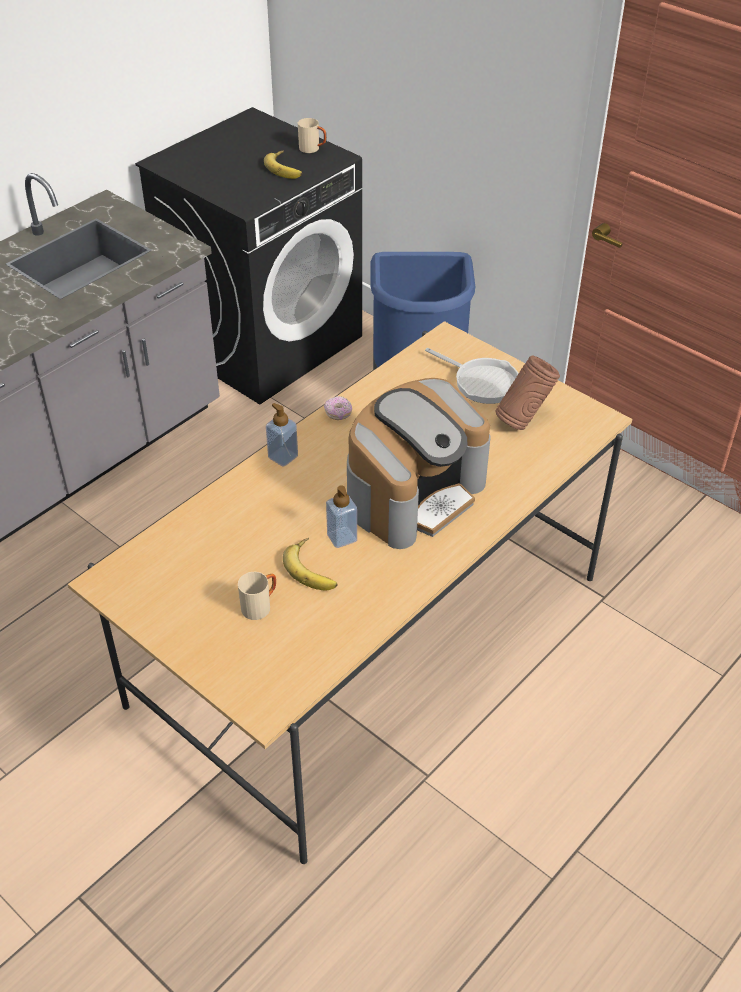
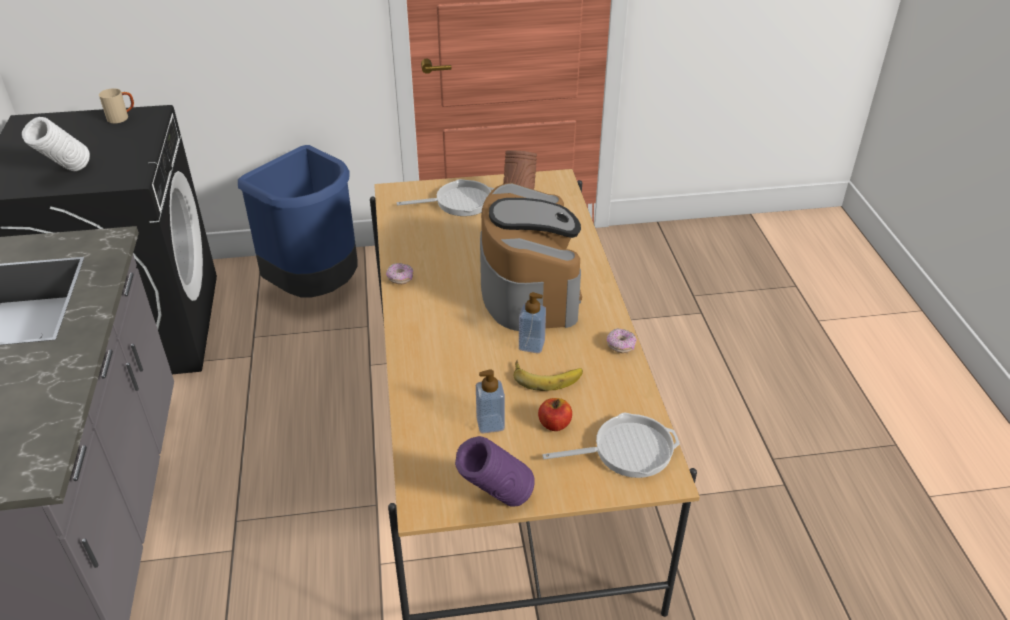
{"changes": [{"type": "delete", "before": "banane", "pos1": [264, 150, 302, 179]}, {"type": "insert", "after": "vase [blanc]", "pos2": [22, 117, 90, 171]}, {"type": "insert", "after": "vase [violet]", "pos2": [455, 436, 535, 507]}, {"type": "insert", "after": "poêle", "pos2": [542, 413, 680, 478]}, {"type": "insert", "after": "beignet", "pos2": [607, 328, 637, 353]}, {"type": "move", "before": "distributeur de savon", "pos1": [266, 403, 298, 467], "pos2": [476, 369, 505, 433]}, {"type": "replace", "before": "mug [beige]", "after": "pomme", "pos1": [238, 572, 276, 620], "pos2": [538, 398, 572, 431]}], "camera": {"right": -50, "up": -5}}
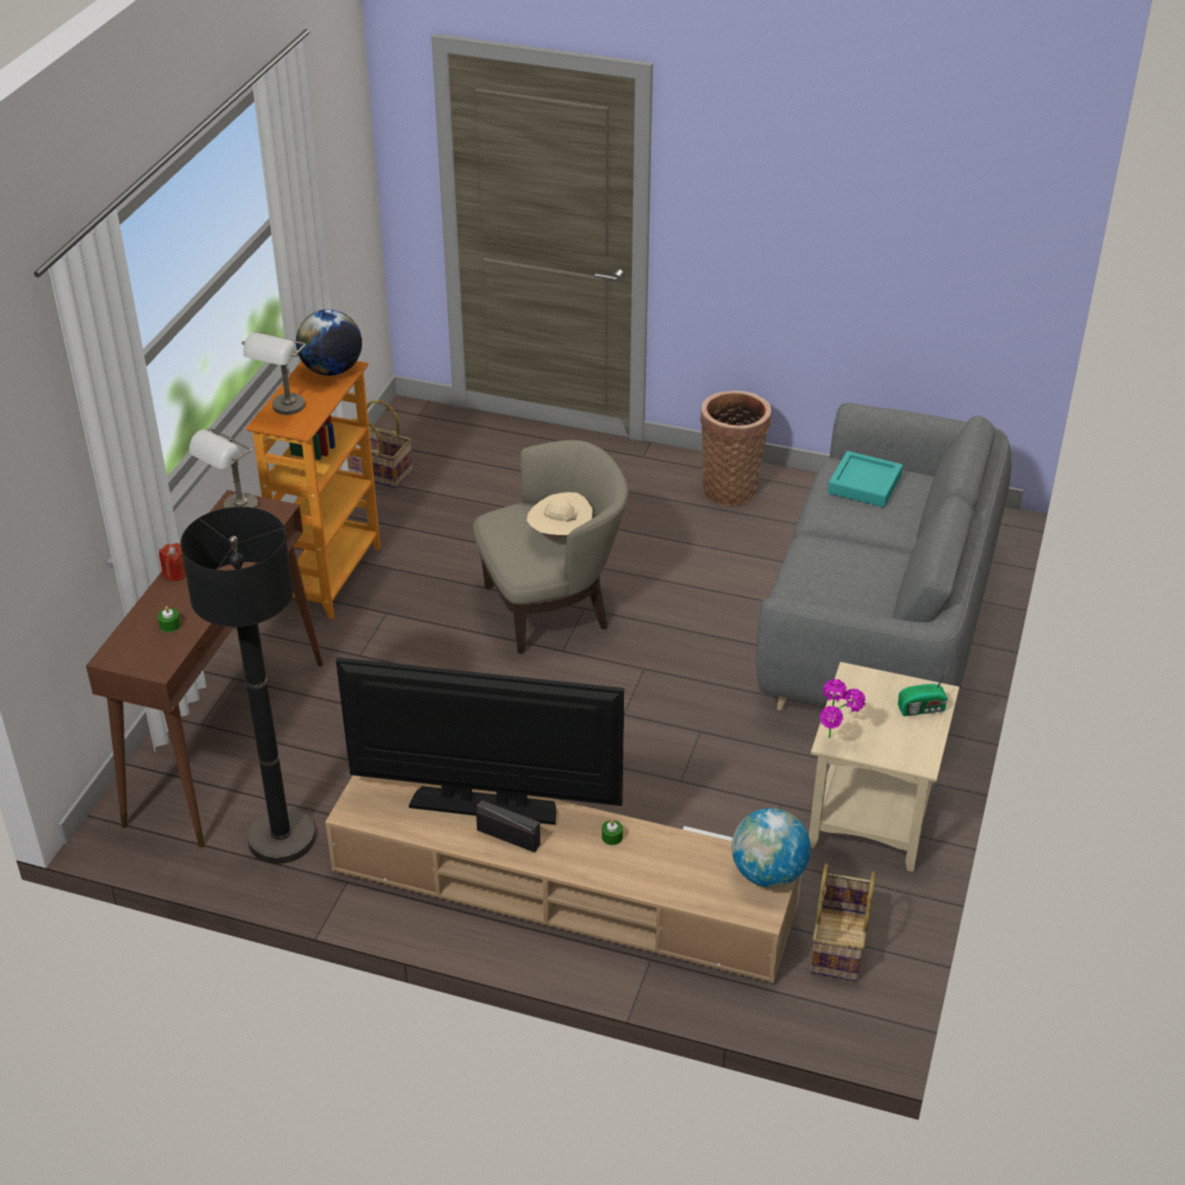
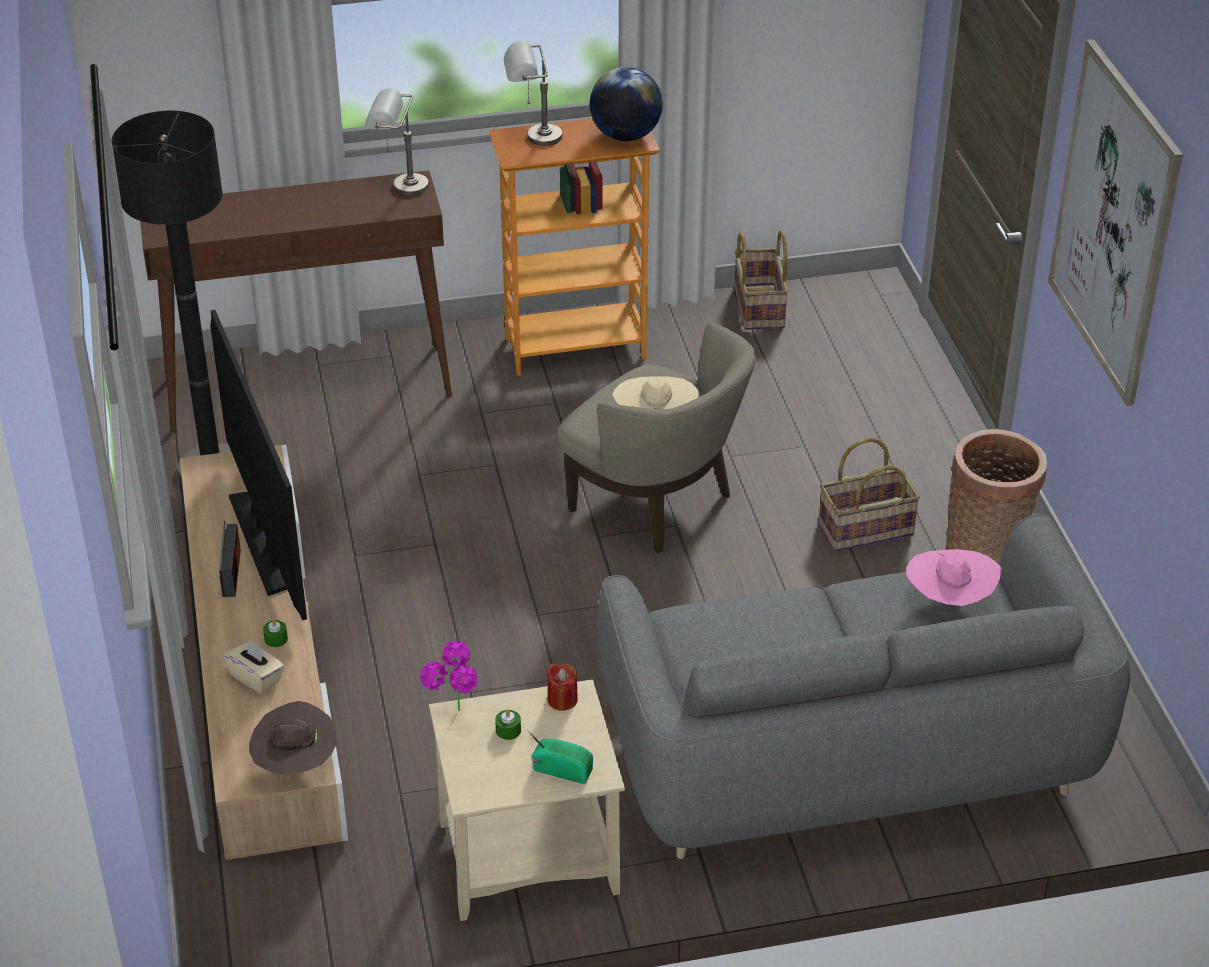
{"changes": [{"type": "insert", "after": "boîte à mouchoirs [beige]", "pos2": [223, 640, 284, 694]}, {"type": "insert", "after": "tableau", "pos2": [1048, 39, 1183, 406]}, {"type": "move", "before": "bougie [vert]", "pos1": [157, 606, 181, 632], "pos2": [495, 709, 521, 740]}, {"type": "move", "before": "bougie [rouge]", "pos1": [159, 543, 186, 581], "pos2": [547, 664, 578, 711]}, {"type": "move", "before": "panier", "pos1": [810, 863, 876, 981], "pos2": [819, 438, 920, 551]}, {"type": "replace", "before": "globe", "after": "chapeau [marron]", "pos1": [732, 808, 811, 888], "pos2": [249, 701, 337, 775]}, {"type": "replace", "before": "plateau [turquoise]", "after": "chapeau [rose]", "pos1": [828, 451, 903, 507], "pos2": [906, 549, 1002, 606]}, {"type": "rotate", "before": "radio", "pos1": [898, 666, 949, 716], "pos2": [527, 730, 593, 784], "turn": 150}], "camera": {"right": 60, "up": 0}}
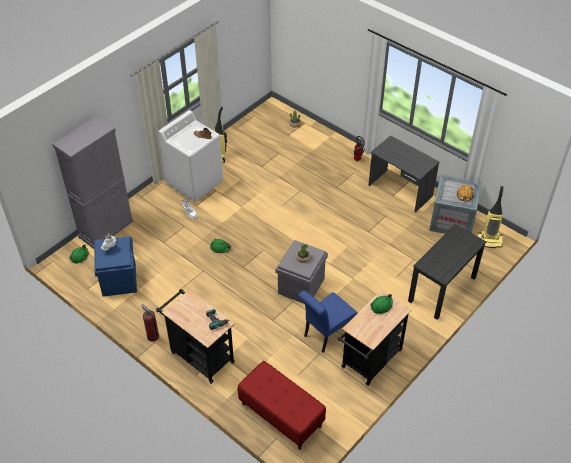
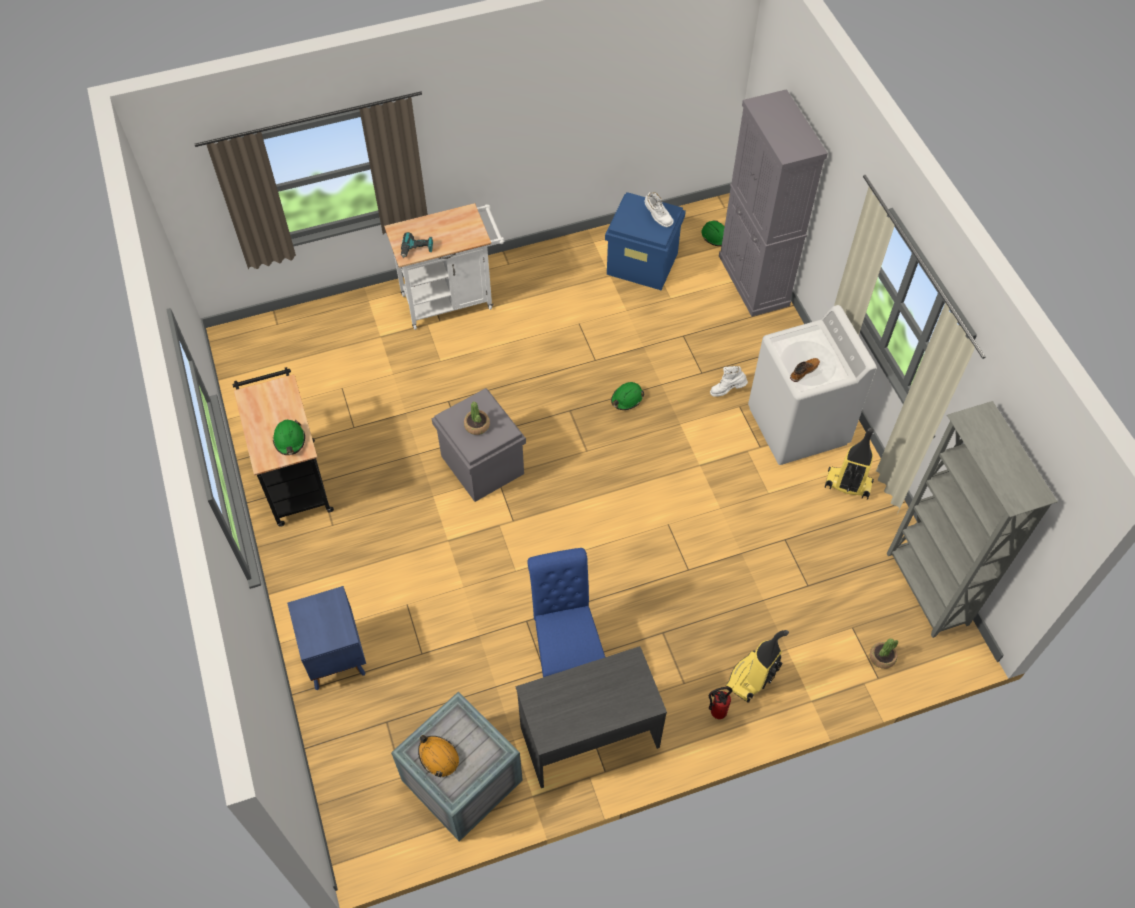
{"changes": [{"type": "delete", "before": "extincteur", "pos1": [141, 304, 159, 342]}, {"type": "delete", "before": "banc [rouge]", "pos1": [238, 361, 326, 450]}, {"type": "insert", "after": "bibliothèque [gris]", "pos2": [887, 401, 1058, 638]}, {"type": "move", "before": "chaise [bleu]", "pos1": [298, 291, 357, 353], "pos2": [528, 548, 605, 677]}, {"type": "move", "before": "aspirateur", "pos1": [477, 186, 504, 248], "pos2": [726, 630, 789, 703]}, {"type": "replace", "before": "bureau [noir]", "after": "table de chevet [bleu]", "pos1": [408, 224, 486, 320], "pos2": [287, 586, 366, 691]}, {"type": "recolor", "before": "chariot [noir]", "after": "chariot [blanc]", "pos1": [156, 289, 235, 384], "pos2": [384, 203, 505, 330]}], "camera": {"right": 120, "up": 10}}
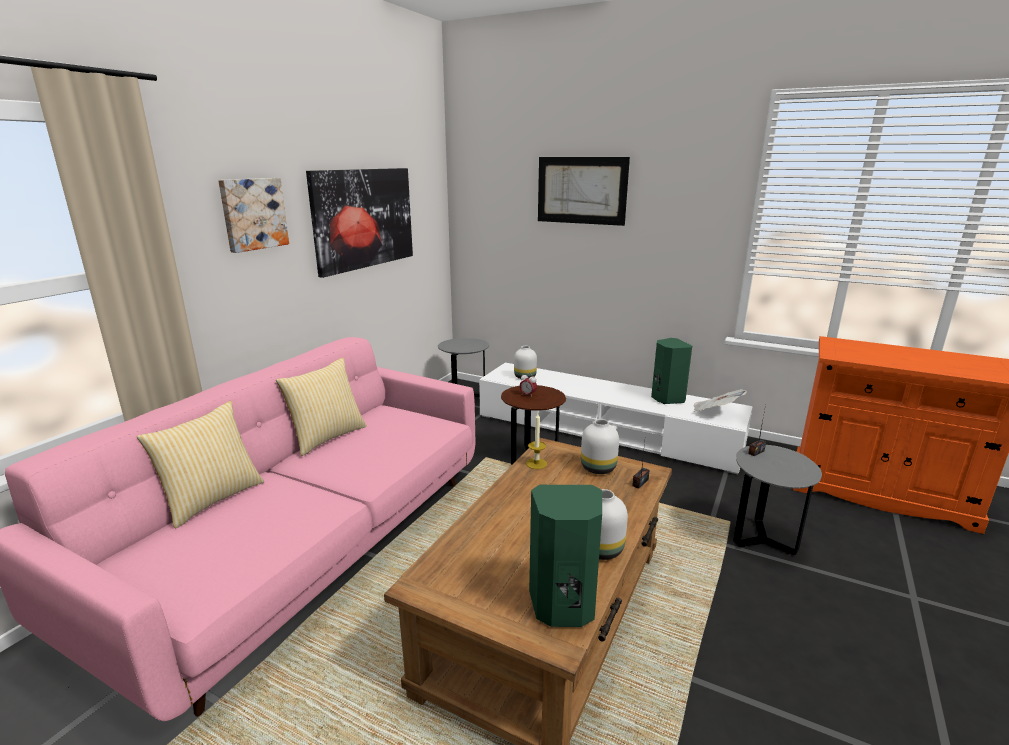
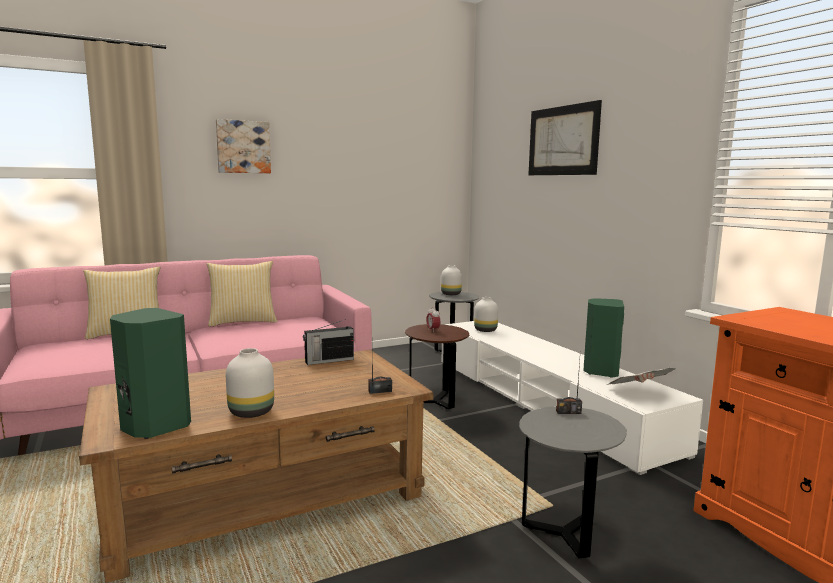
{"changes": [{"type": "delete", "before": "tableau", "pos1": [306, 168, 413, 278]}, {"type": "move", "before": "vase [blanc]", "pos1": [581, 419, 619, 474], "pos2": [441, 265, 462, 295]}, {"type": "replace", "before": "bougie", "after": "radio", "pos1": [526, 413, 547, 469], "pos2": [303, 319, 354, 365]}], "camera": {"right": 35, "up": -10}}
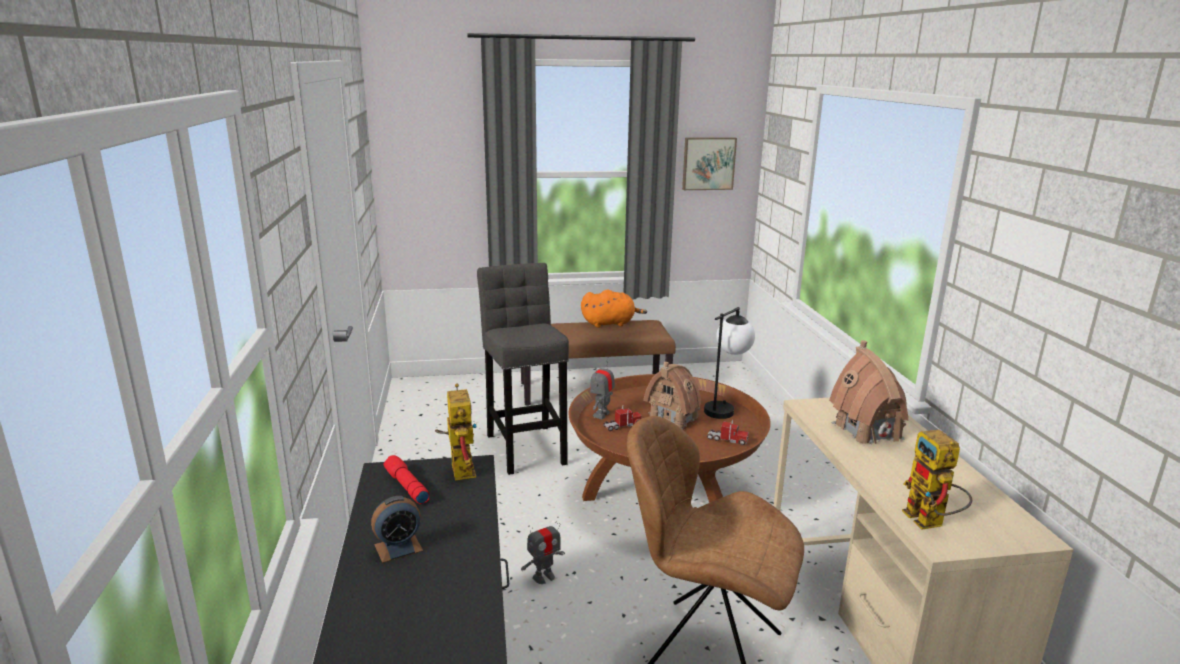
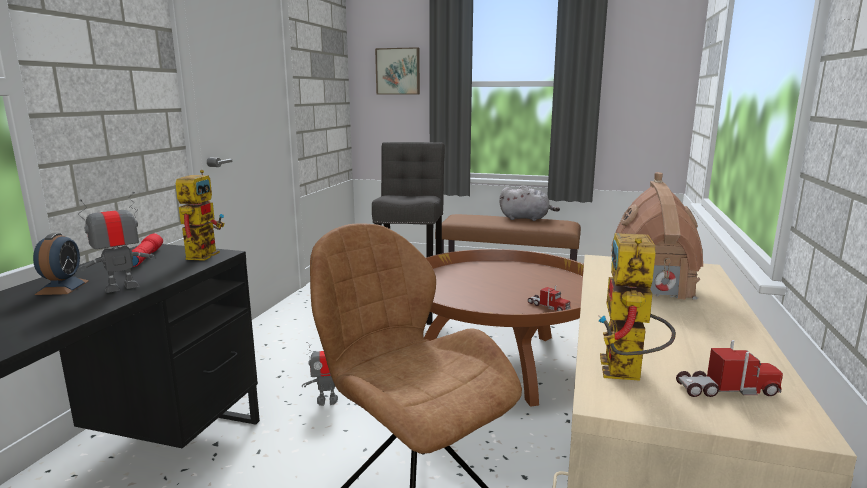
{"changes": [{"type": "delete", "before": "maison miniature", "pos1": [643, 362, 701, 431]}, {"type": "delete", "before": "lampe de table", "pos1": [704, 307, 755, 419]}, {"type": "move", "before": "robot jouet", "pos1": [590, 357, 615, 419], "pos2": [77, 192, 156, 293]}, {"type": "move", "before": "camion jouet", "pos1": [603, 405, 642, 431], "pos2": [676, 340, 783, 397]}, {"type": "move", "before": "tableau", "pos1": [682, 137, 737, 190], "pos2": [375, 47, 420, 94]}, {"type": "recolor", "before": "peluche [orange]", "after": "peluche [gris]", "pos1": [581, 290, 647, 328], "pos2": [499, 185, 560, 221]}, {"type": "rotate", "before": "réveil", "pos1": [371, 496, 423, 563], "pos2": [33, 233, 89, 295], "turn": -90}], "camera": {"right": 25, "up": -5}}
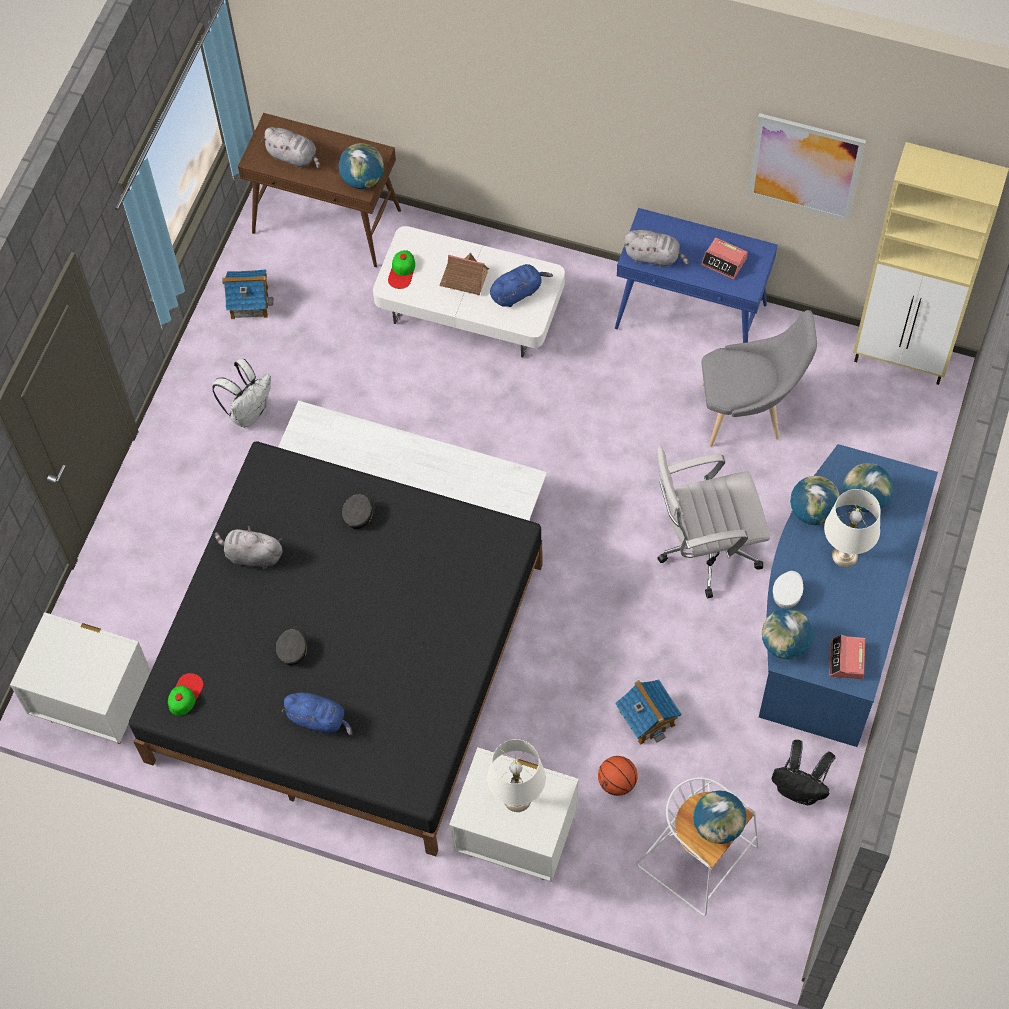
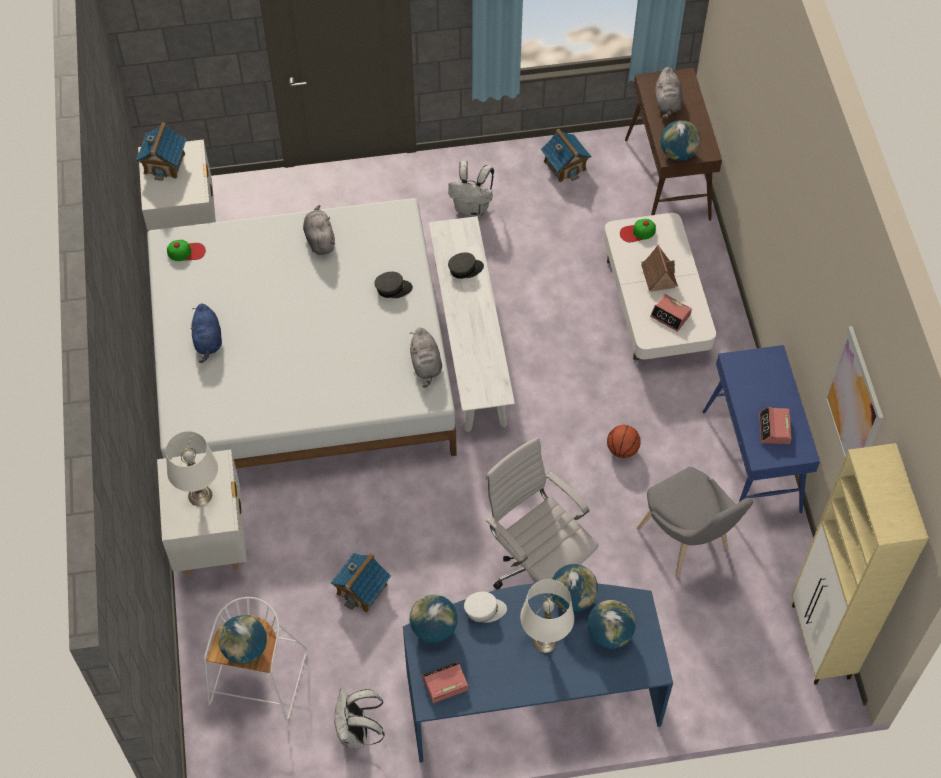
{"changes": [{"type": "insert", "after": "maison miniature", "pos2": [136, 122, 186, 181]}, {"type": "move", "before": "casquette [gris]", "pos1": [276, 627, 308, 666], "pos2": [448, 252, 484, 279]}, {"type": "move", "before": "ballon de basket", "pos1": [598, 756, 638, 796], "pos2": [607, 425, 641, 458]}, {"type": "move", "before": "peluche [gris]", "pos1": [624, 230, 689, 267], "pos2": [409, 328, 442, 388]}, {"type": "replace", "before": "peluche [bleu]", "after": "réveil", "pos1": [490, 264, 553, 307], "pos2": [650, 294, 692, 332]}, {"type": "recolor", "before": "lit [noir]", "after": "lit [blanc]", "pos1": [129, 441, 543, 856], "pos2": [147, 198, 457, 468]}, {"type": "recolor", "before": "sac à dos [noir]", "after": "sac à dos [blanc]", "pos1": [771, 740, 836, 805], "pos2": [334, 688, 385, 748]}], "camera": {"right": 60, "up": -5}}
